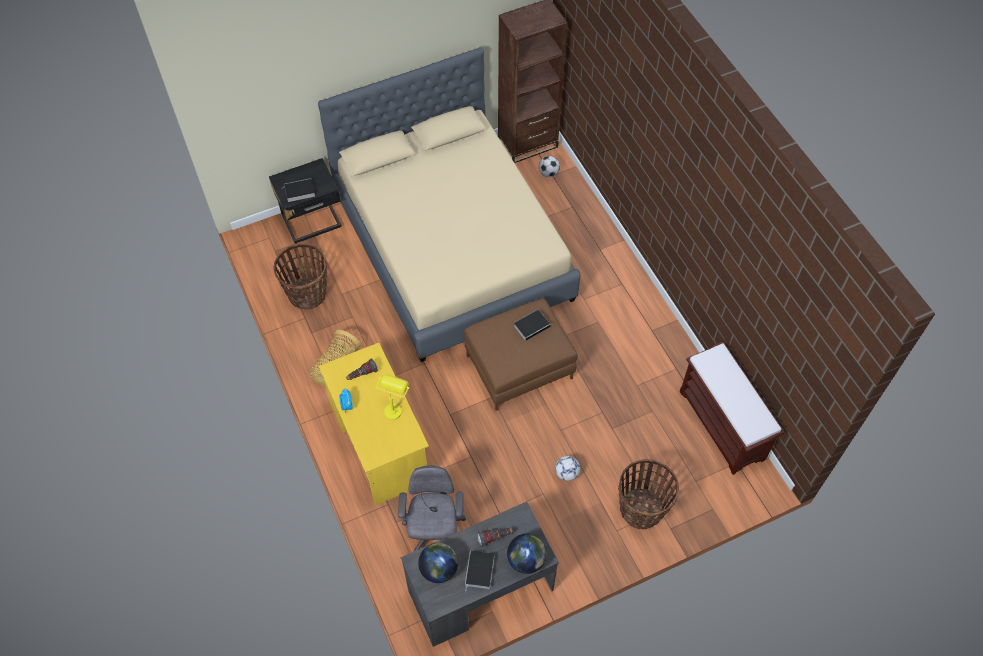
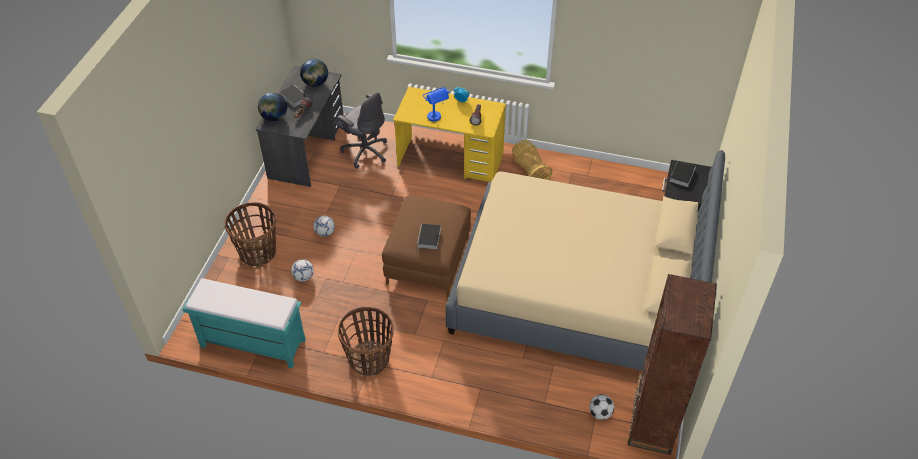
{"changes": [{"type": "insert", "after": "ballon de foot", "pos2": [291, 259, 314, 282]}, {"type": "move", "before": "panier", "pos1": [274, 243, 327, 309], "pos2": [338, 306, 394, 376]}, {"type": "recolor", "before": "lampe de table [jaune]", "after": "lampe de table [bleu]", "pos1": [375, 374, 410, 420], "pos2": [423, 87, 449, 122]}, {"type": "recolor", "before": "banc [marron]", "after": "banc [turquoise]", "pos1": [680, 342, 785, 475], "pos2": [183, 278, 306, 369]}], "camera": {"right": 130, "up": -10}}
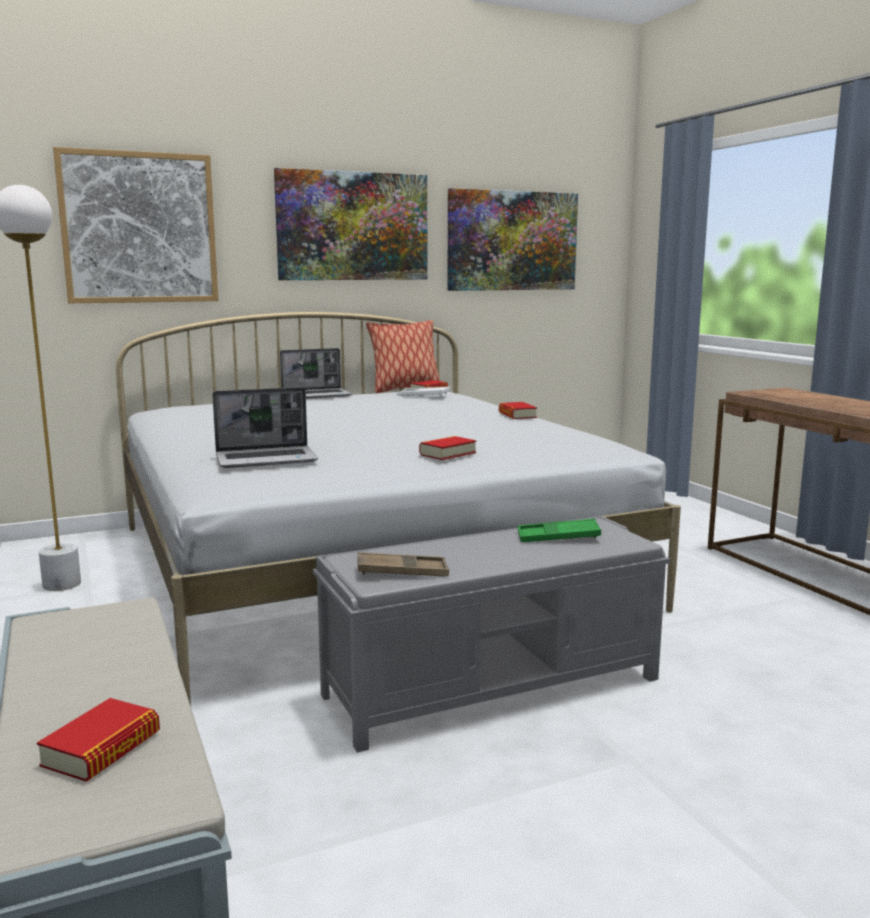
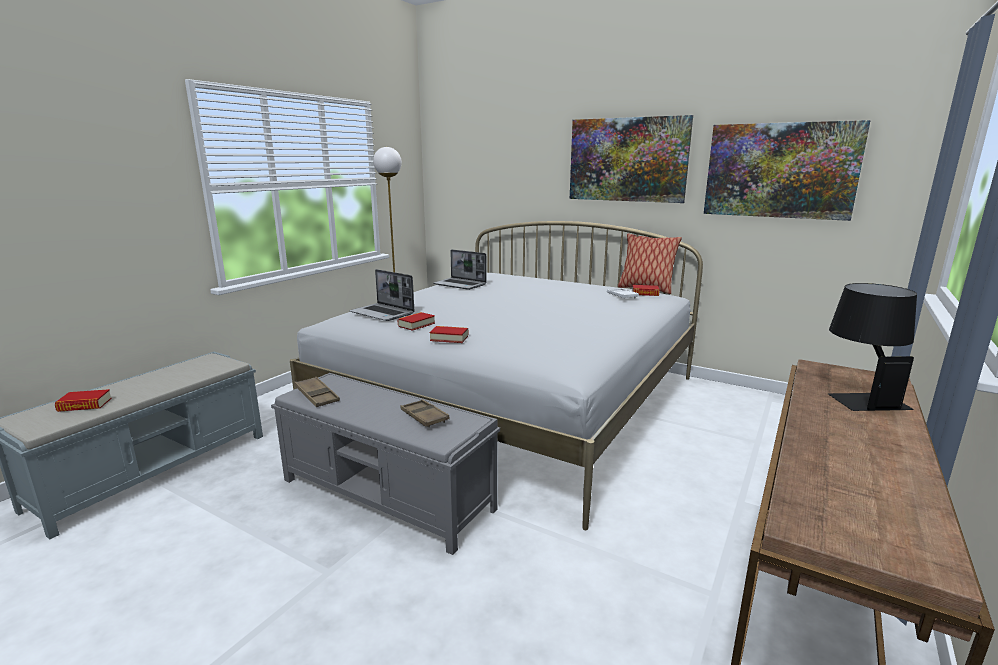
{"changes": [{"type": "delete", "before": "tableau", "pos1": [53, 147, 218, 303]}, {"type": "insert", "after": "lampe de table [noir]", "pos2": [828, 283, 917, 411]}, {"type": "move", "before": "ordinateur portable", "pos1": [280, 348, 352, 399], "pos2": [433, 249, 487, 290]}, {"type": "move", "before": "livre", "pos1": [499, 402, 537, 419], "pos2": [397, 312, 435, 331]}, {"type": "recolor", "before": "plateau [vert]", "after": "plateau [marron]", "pos1": [518, 519, 601, 542], "pos2": [400, 399, 450, 427]}], "camera": {"right": 55, "up": 5}}
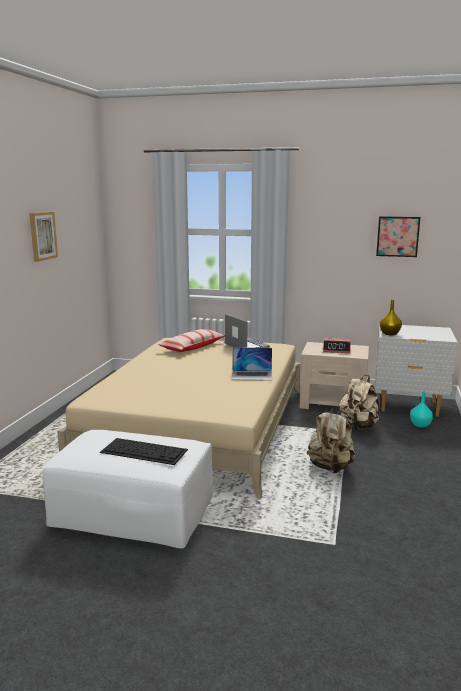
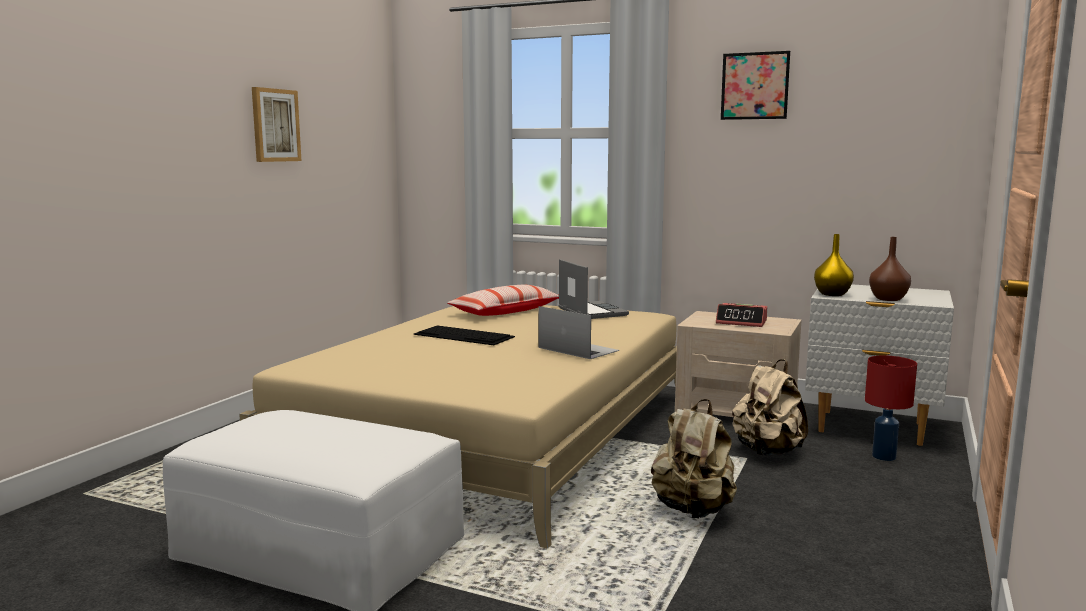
{"changes": [{"type": "insert", "after": "vase [marron]", "pos2": [869, 237, 911, 301]}, {"type": "move", "before": "clavier", "pos1": [100, 438, 188, 465], "pos2": [413, 325, 515, 345]}, {"type": "move", "before": "tableau", "pos1": [376, 216, 420, 257], "pos2": [721, 51, 790, 120]}, {"type": "replace", "before": "vase [turquoise]", "after": "lampe de table [rouge]", "pos1": [410, 391, 433, 428], "pos2": [865, 355, 917, 461]}, {"type": "rotate", "before": "ordinateur portable", "pos1": [232, 347, 272, 381], "pos2": [538, 306, 619, 359], "turn": -150}], "camera": {"right": 10, "up": -5}}
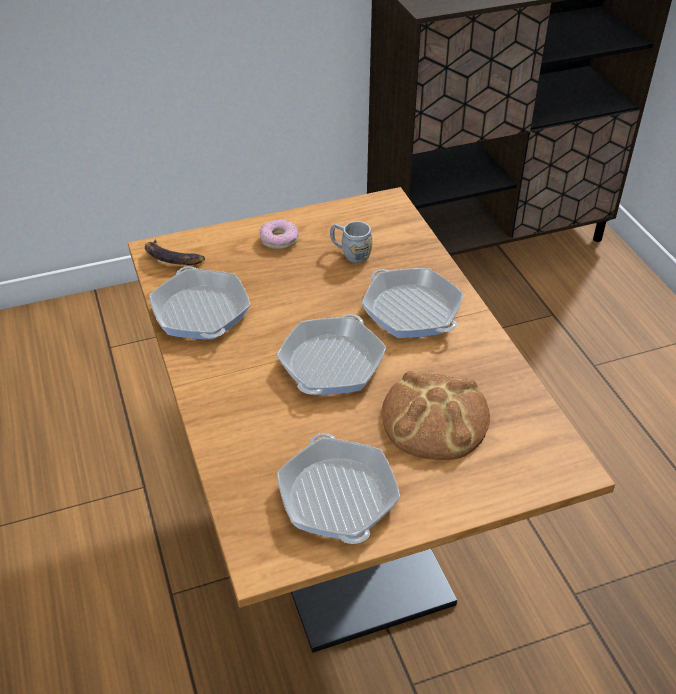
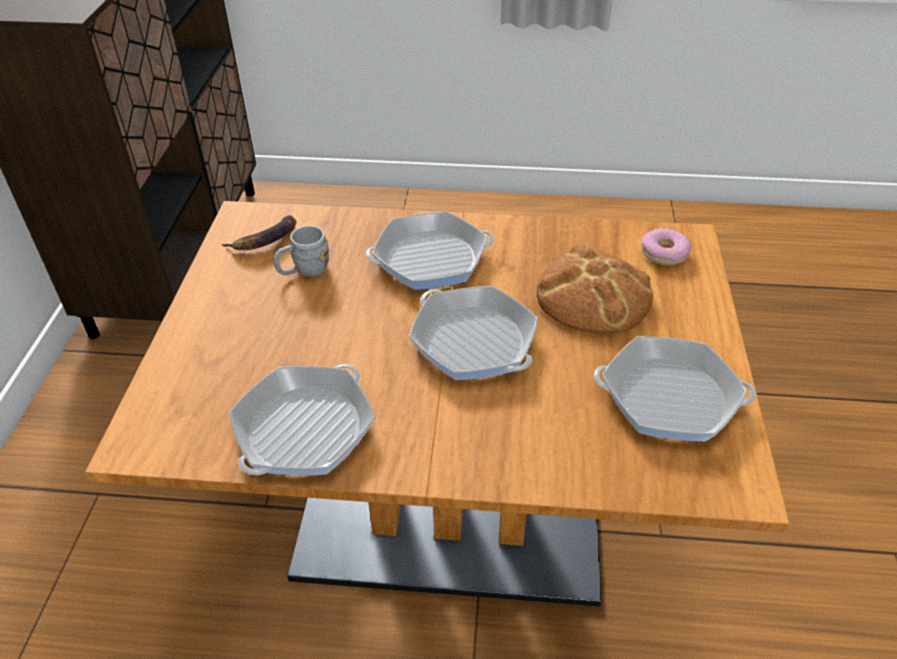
{"changes": [{"type": "move", "before": "banane", "pos1": [145, 239, 205, 265], "pos2": [222, 215, 296, 250]}, {"type": "move", "before": "beignet", "pos1": [259, 219, 299, 250], "pos2": [641, 228, 691, 266]}, {"type": "rotate", "before": "poêle", "pos1": [149, 266, 250, 340], "pos2": [229, 364, 375, 476], "turn": -60}], "camera": {"right": -65, "up": 0}}
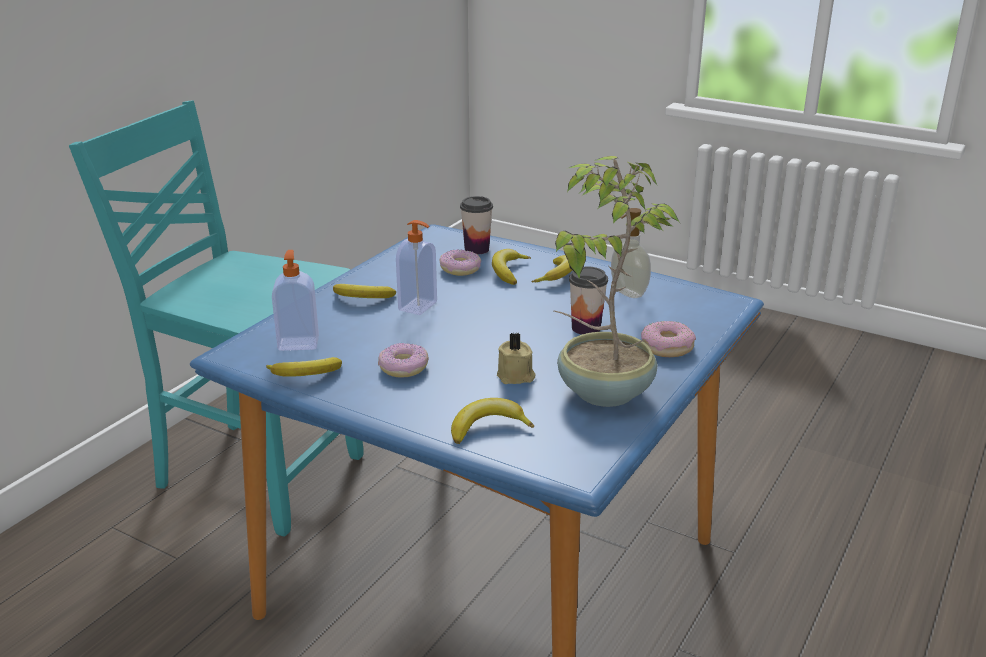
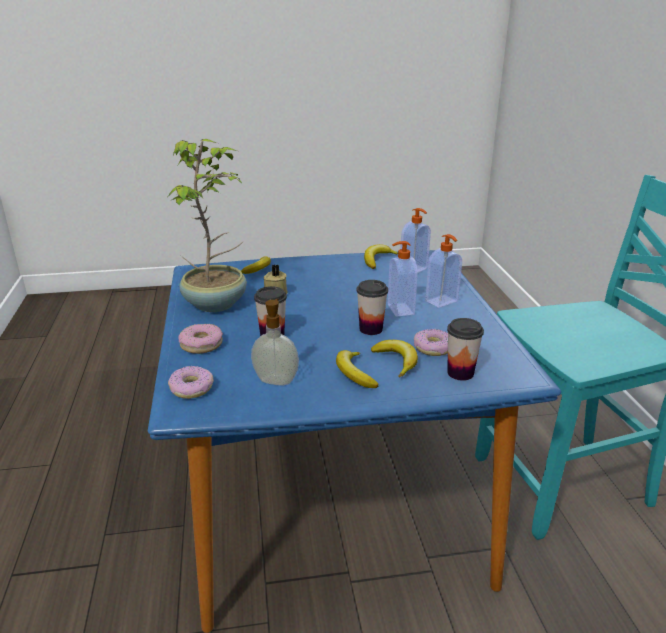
{"changes": [{"type": "insert", "after": "tasse", "pos2": [356, 280, 388, 335]}, {"type": "move", "before": "beignet", "pos1": [378, 343, 429, 378], "pos2": [168, 366, 214, 399]}, {"type": "replace", "before": "banane", "after": "distributeur de savon", "pos1": [333, 284, 396, 298], "pos2": [425, 234, 462, 308]}], "camera": {"right": 140, "up": 0}}
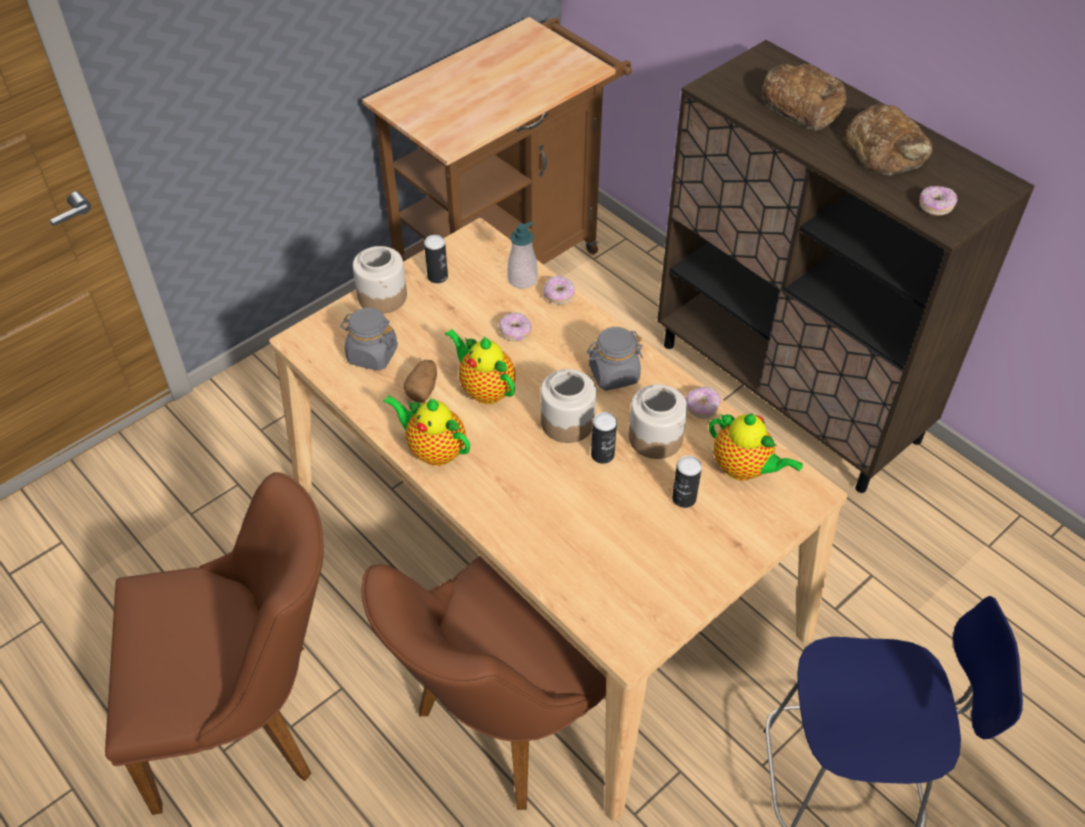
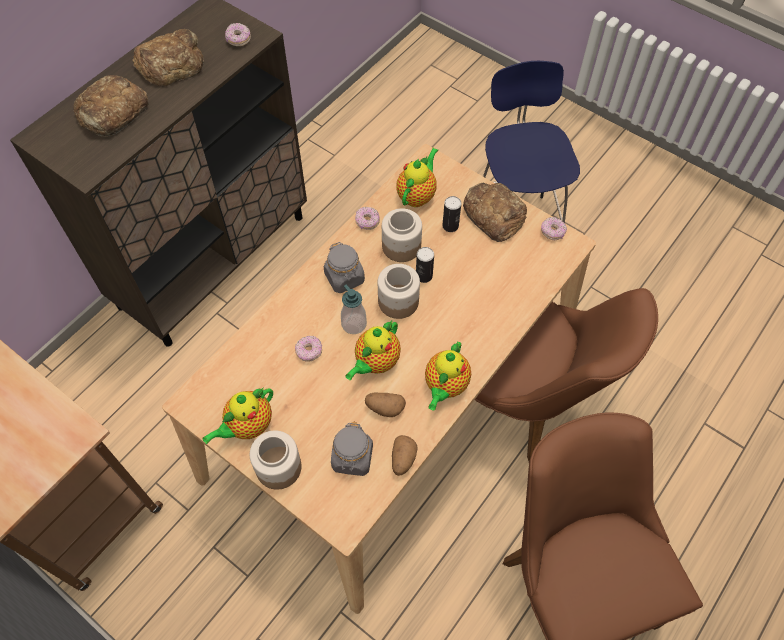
{"changes": [{"type": "insert", "after": "pomme de terre", "pos2": [392, 435, 418, 476]}, {"type": "insert", "after": "pain", "pos2": [463, 182, 527, 242]}, {"type": "move", "before": "distributeur de savon", "pos1": [507, 222, 538, 289], "pos2": [341, 285, 367, 334]}, {"type": "move", "before": "beignet", "pos1": [544, 276, 575, 305], "pos2": [541, 217, 567, 240]}, {"type": "replace", "before": "boîte métallique", "after": "théière", "pos1": [424, 235, 448, 284], "pos2": [202, 387, 273, 444]}], "camera": {"right": -100, "up": 10}}
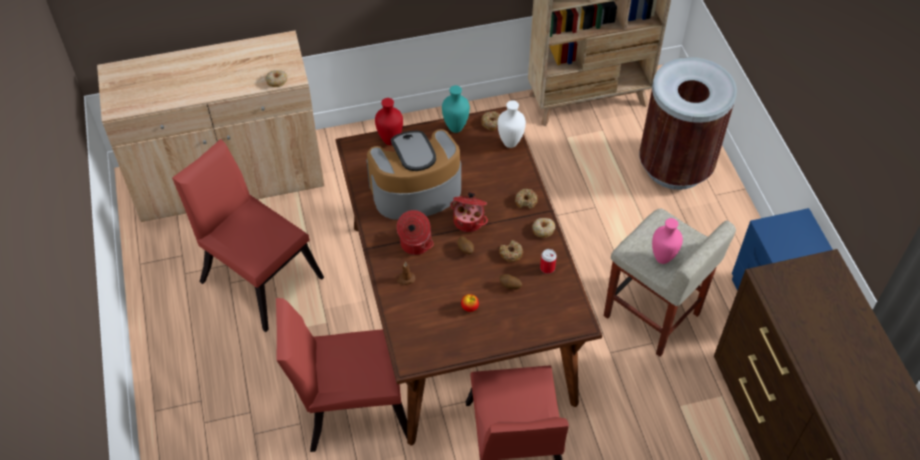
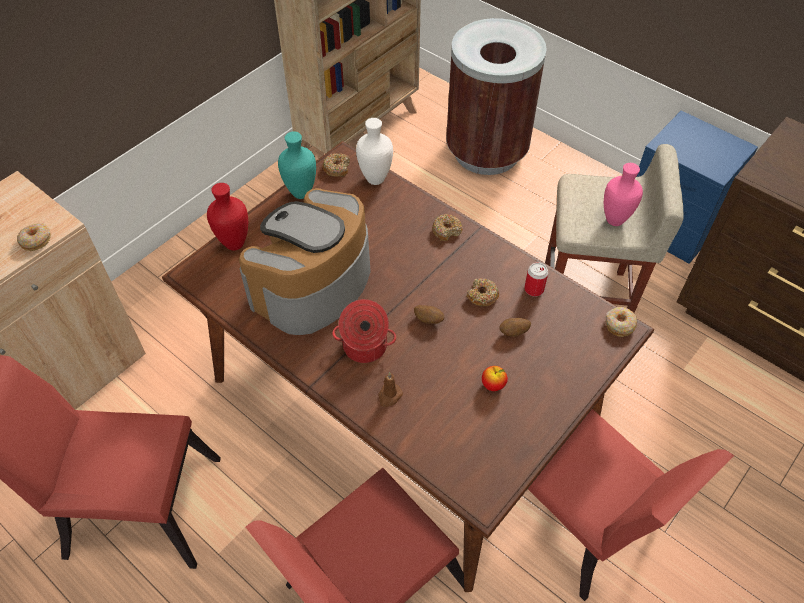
{"changes": [{"type": "delete", "before": "marmite", "pos1": [450, 192, 488, 232]}, {"type": "move", "before": "beignet", "pos1": [532, 218, 555, 237], "pos2": [606, 307, 637, 337]}], "camera": {"right": -35, "up": 0}}
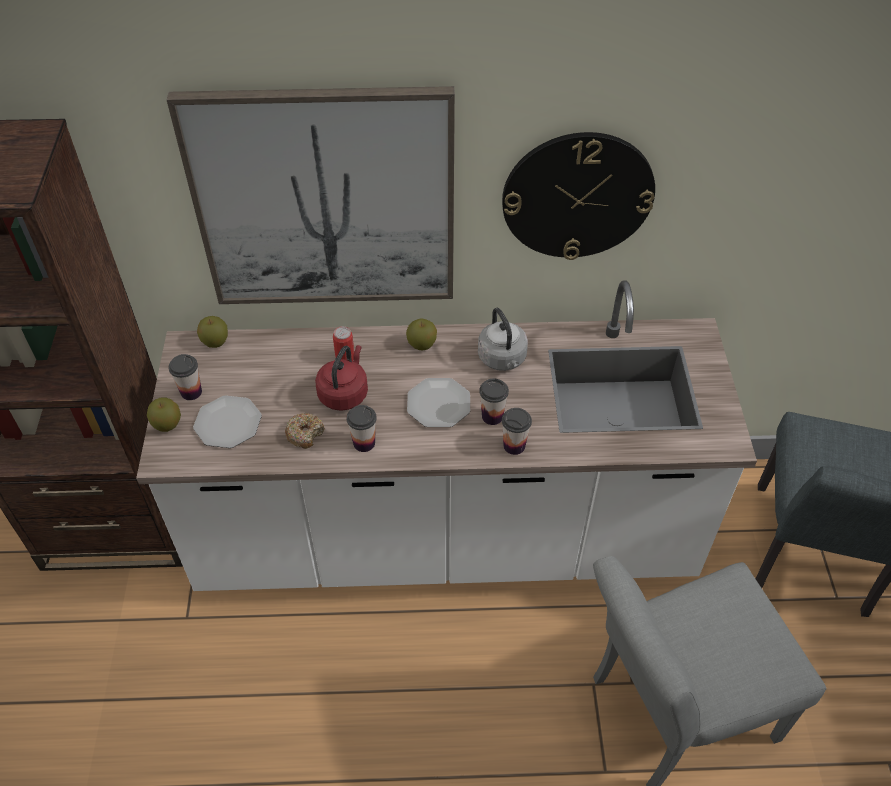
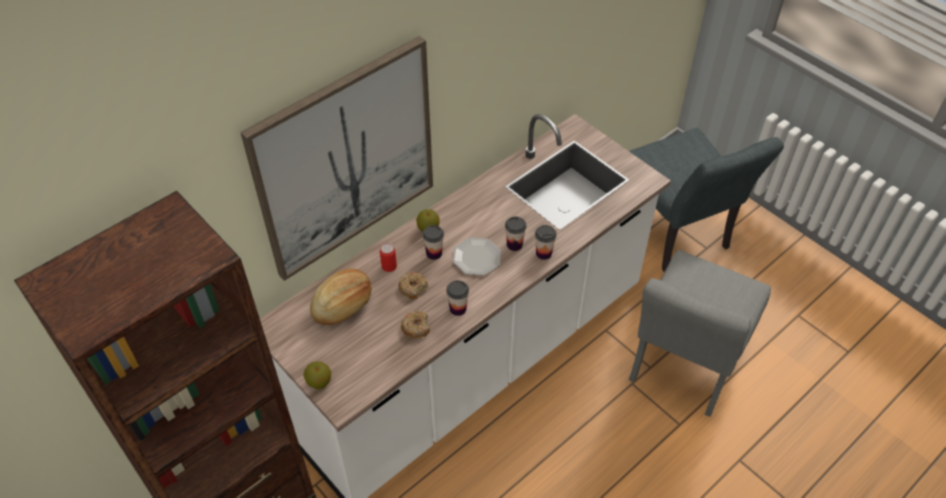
{"changes": [{"type": "delete", "before": "assiette", "pos1": [193, 395, 262, 448]}, {"type": "delete", "before": "pomme", "pos1": [197, 316, 228, 348]}, {"type": "delete", "before": "bouilloire [gris]", "pos1": [478, 308, 528, 371]}, {"type": "delete", "before": "horloge murale", "pos1": [502, 132, 655, 260]}, {"type": "insert", "after": "pain", "pos2": [310, 269, 372, 325]}, {"type": "move", "before": "tasse", "pos1": [168, 354, 202, 400], "pos2": [422, 225, 444, 260]}, {"type": "replace", "before": "bouilloire [rouge]", "after": "beignet", "pos1": [315, 345, 368, 411], "pos2": [399, 272, 428, 299]}], "camera": {"right": -40, "up": 0}}
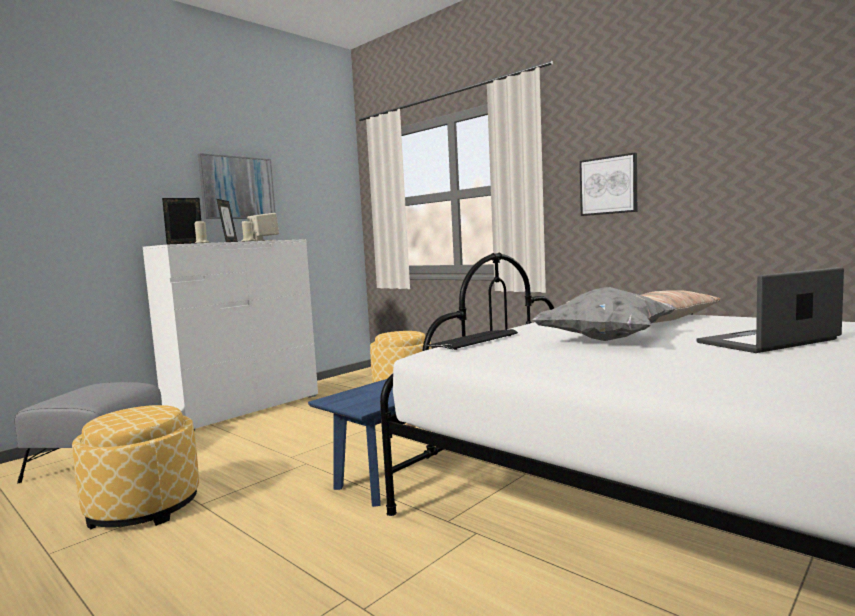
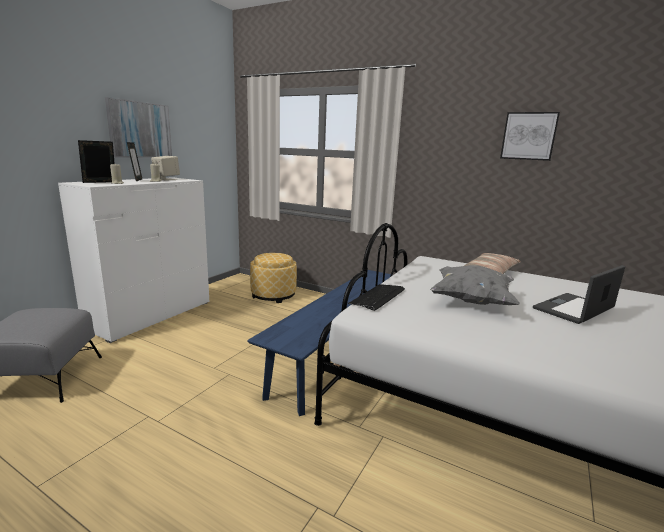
{"changes": [{"type": "delete", "before": "pouf", "pos1": [72, 405, 199, 529]}, {"type": "move", "before": "tableau", "pos1": [580, 153, 637, 216], "pos2": [500, 112, 560, 161]}], "camera": {"right": -15, "up": 10}}
